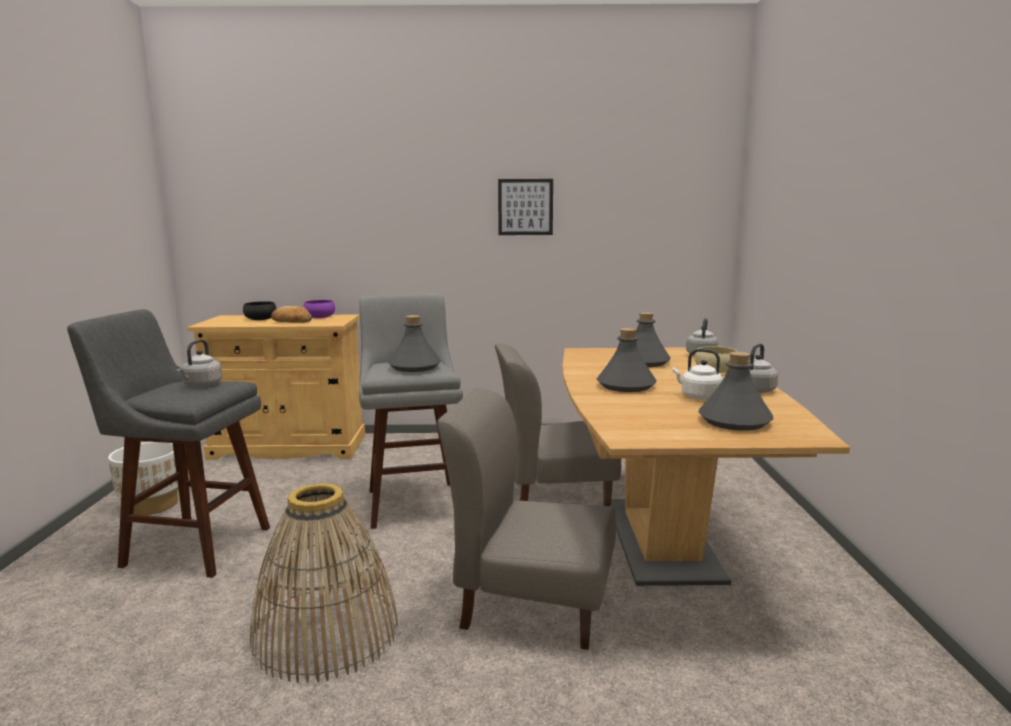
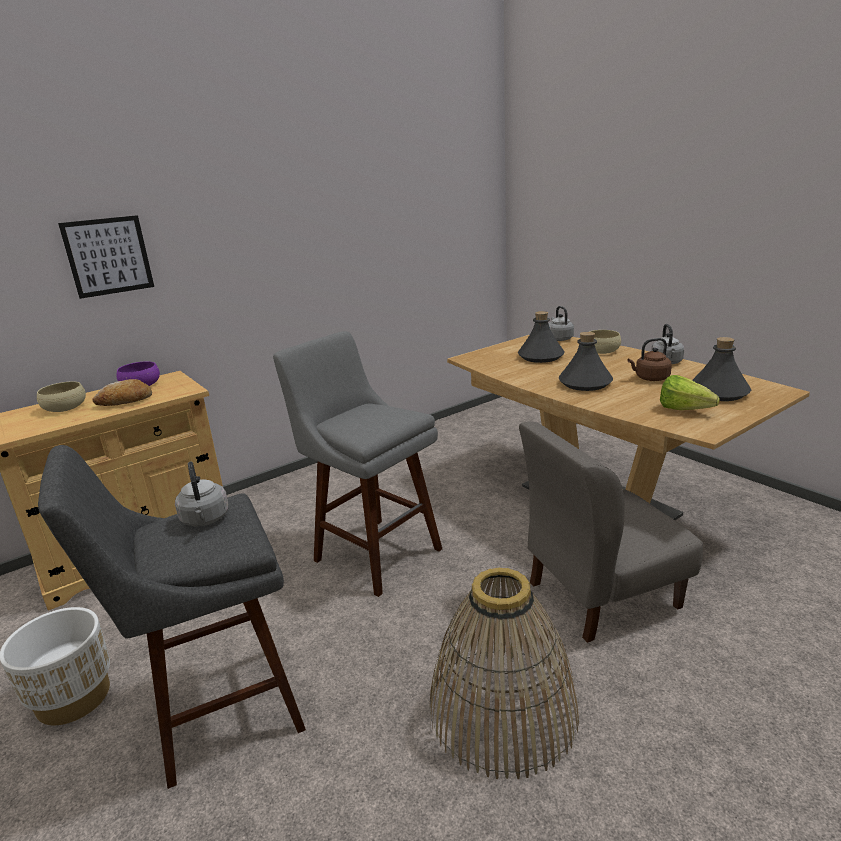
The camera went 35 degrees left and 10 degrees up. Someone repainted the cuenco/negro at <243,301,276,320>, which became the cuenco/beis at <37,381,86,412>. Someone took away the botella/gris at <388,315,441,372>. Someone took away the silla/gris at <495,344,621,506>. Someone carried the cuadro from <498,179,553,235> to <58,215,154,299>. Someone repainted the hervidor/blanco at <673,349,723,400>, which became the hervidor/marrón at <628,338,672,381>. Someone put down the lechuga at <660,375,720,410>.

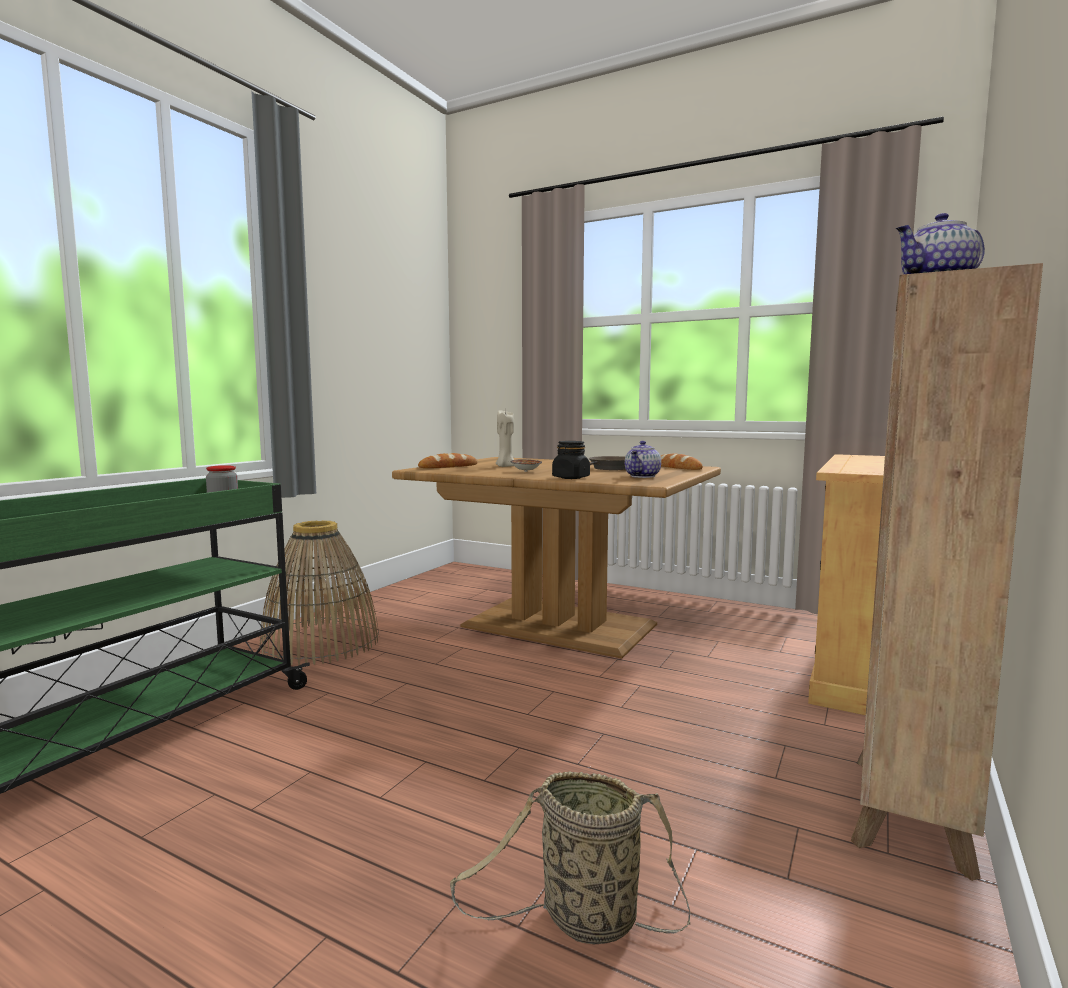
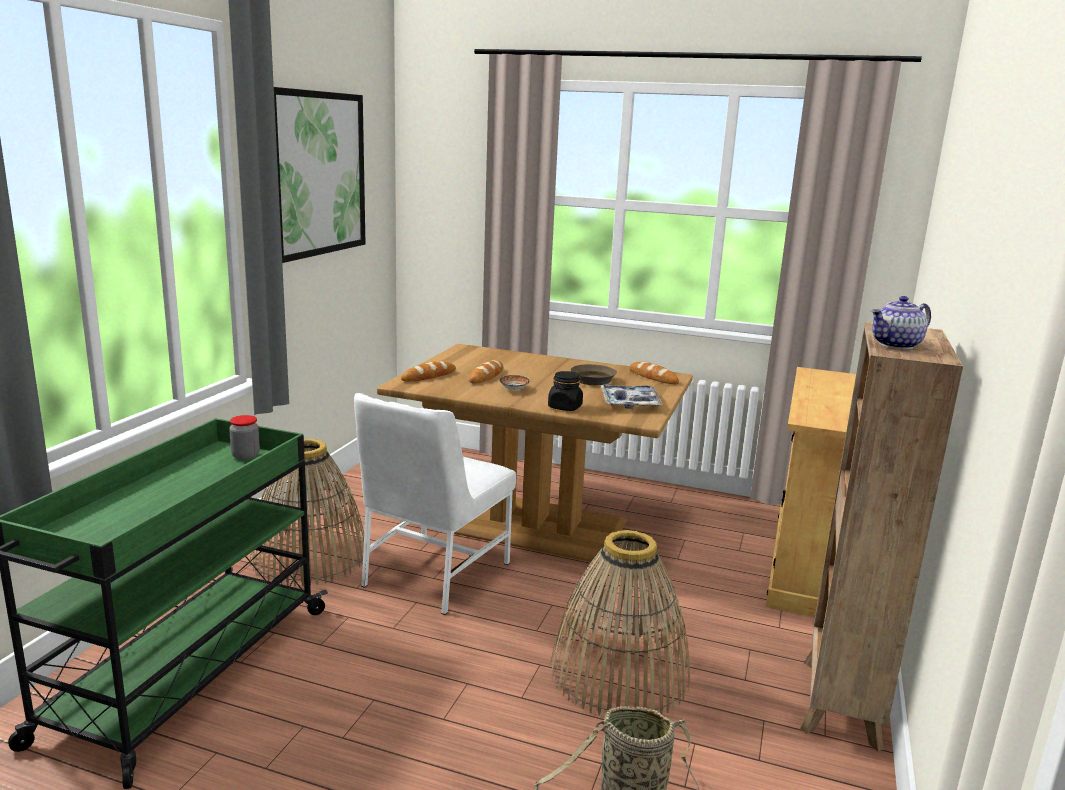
The camera went 10 degrees left and 10 degrees up. Someone swapped the vela/beis at <496,410,514,467> for the pan at <469,360,503,384>. Someone swapped the tetera at <625,441,661,478> for the bandeja at <601,385,663,409>. Someone put up the cuadro at <274,87,366,263>. Someone put down the silla/blanco at <354,393,516,615>. Someone put down the cesta at <550,530,690,715>.

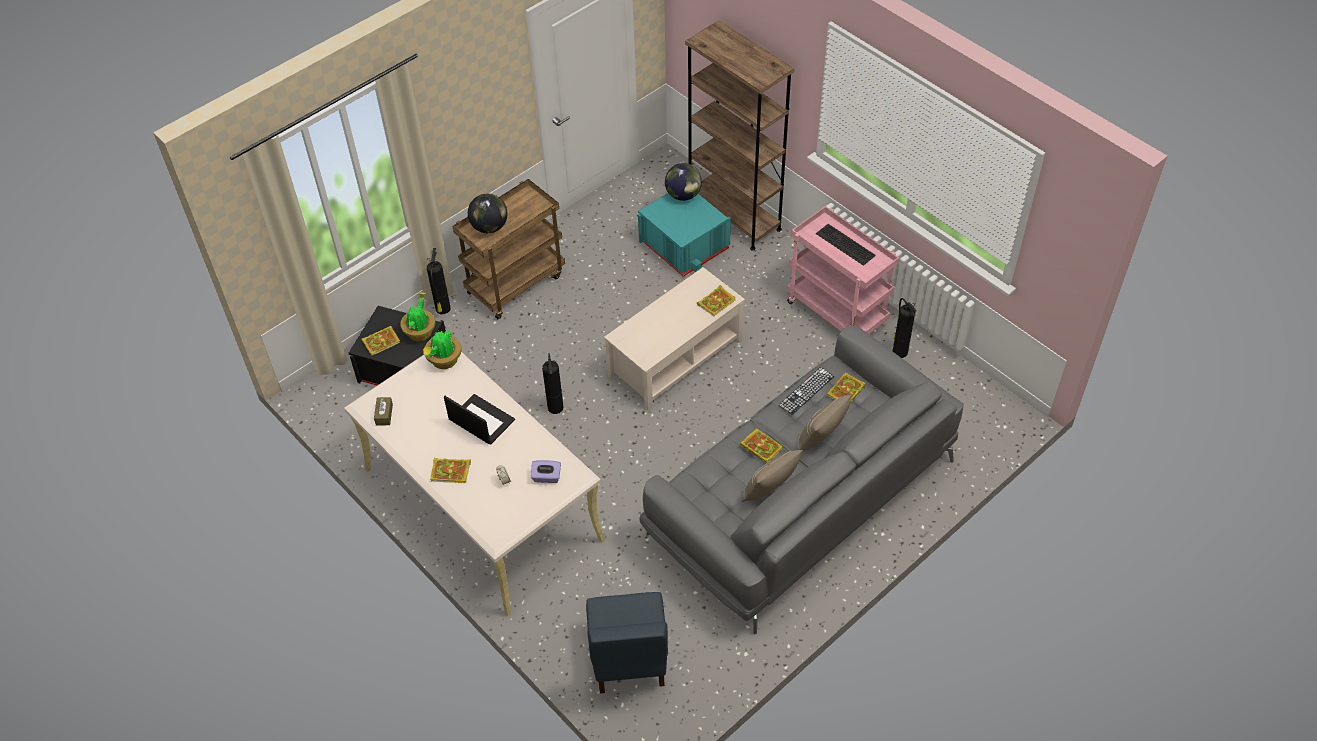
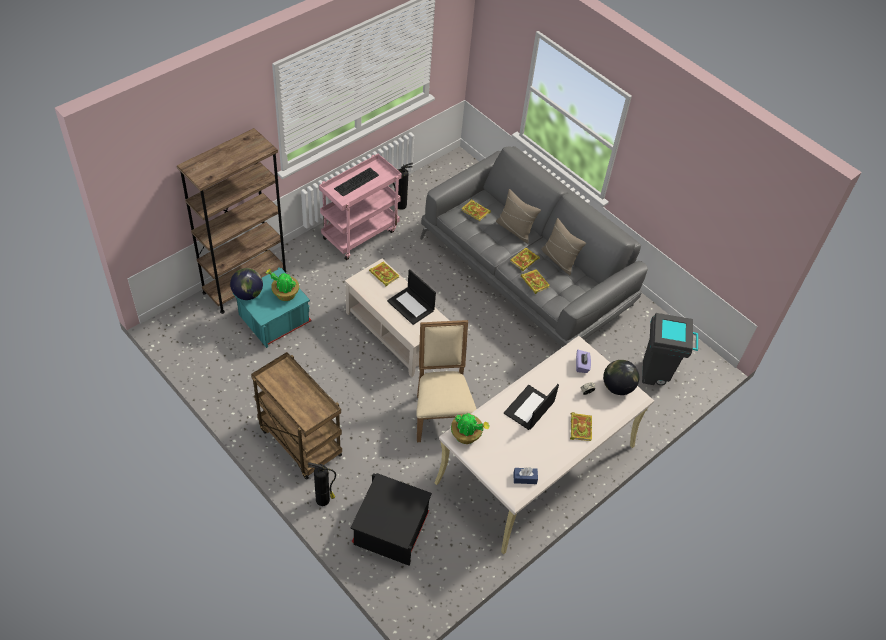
The camera went 95 degrees left and 0 degrees up. Someone carried the libro from <361,325,401,355> to <521,269,550,294>. Someone repainted the caja de pañuelos/marrón at <374,397,393,426>, which became the caja de pañuelos/azul at <513,467,538,484>. Someone carried the planta en maceta from <401,292,435,341> to <266,269,299,301>. Someone carried the globo terráqueo from <468,194,508,233> to <603,360,639,395>. Someone swapped the extintor at <542,353,564,414> for the silla/beis at <416,320,476,442>. Someone swapped the silla/azul at <586,592,668,694> for the papelera/gris at <642,313,698,385>. Someone took away the teclado at <779,367,834,415>. Someone put down the portátil at <387,269,436,325>.

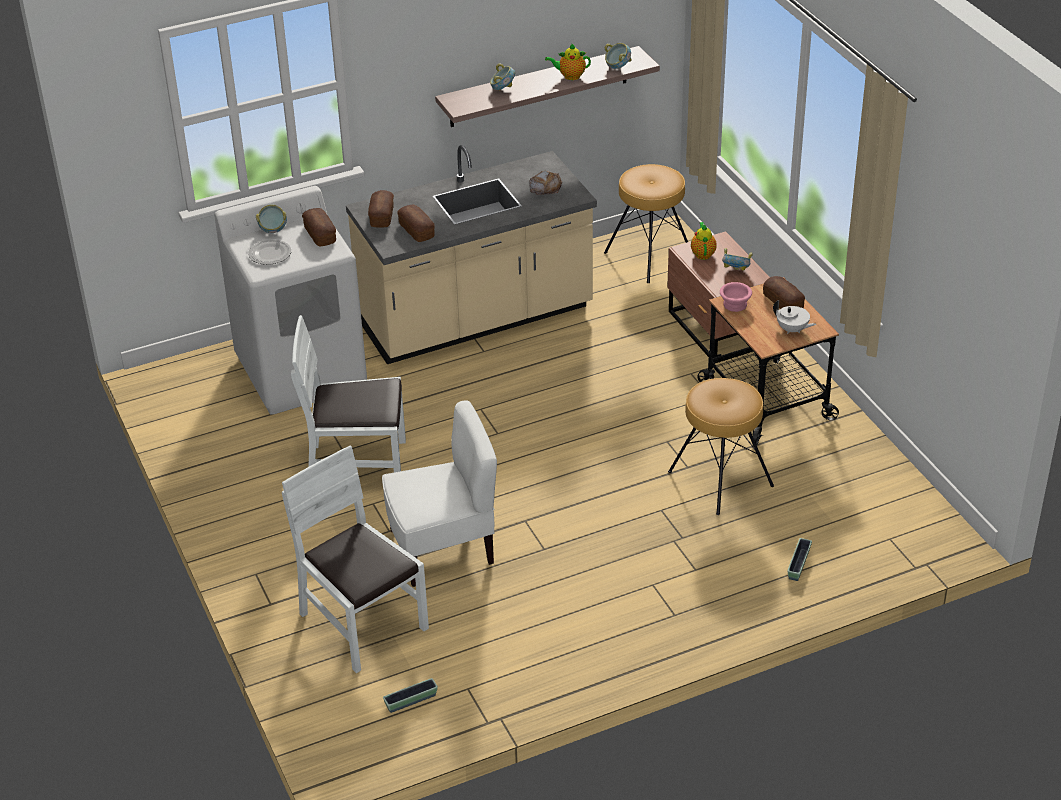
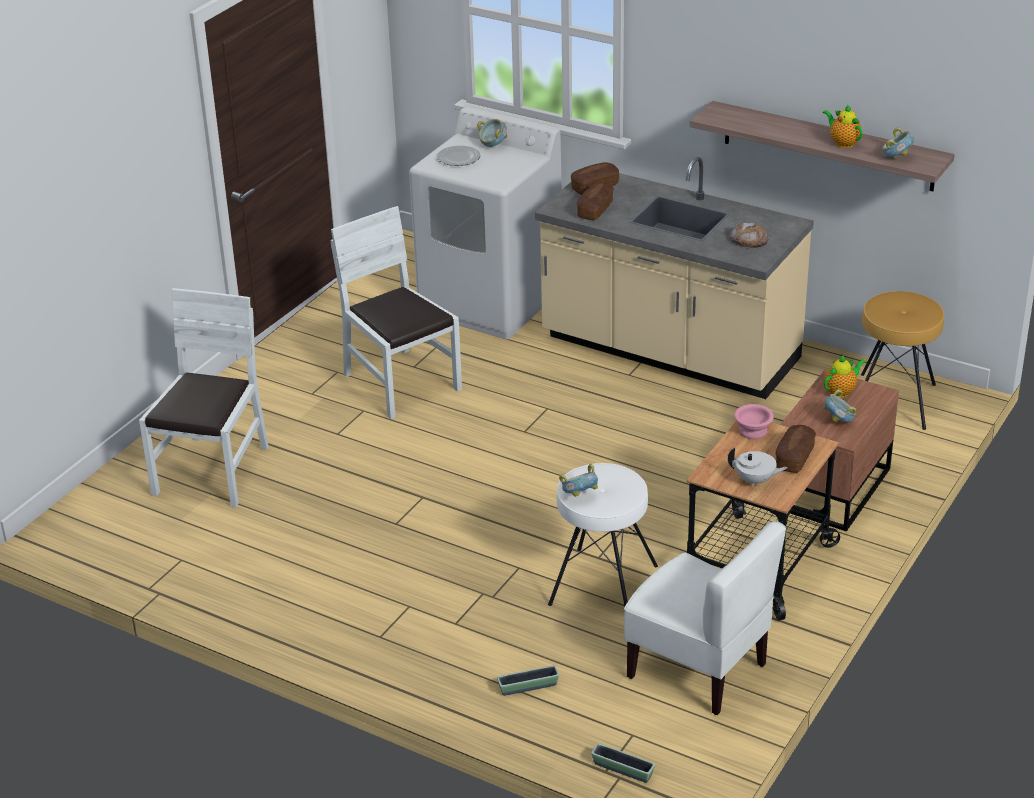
The camera went 55 degrees right and 5 degrees down. Someone took away the pan at <302,208,336,247>. Someone carried the silla/blanco from <382,400,497,587> to <624,521,786,715>. Someone carried the maceta from <383,678,438,713> to <591,743,655,783>. Someone carried the cuenco from <490,64,515,90> to <559,464,598,497>. Someone repainted the taburete/marrón at <668,378,774,515>, which became the taburete/blanco at <548,463,658,606>. Someone rotated the tetera/blanco at <773,300,816,334> by 75 degrees counterclockwise.

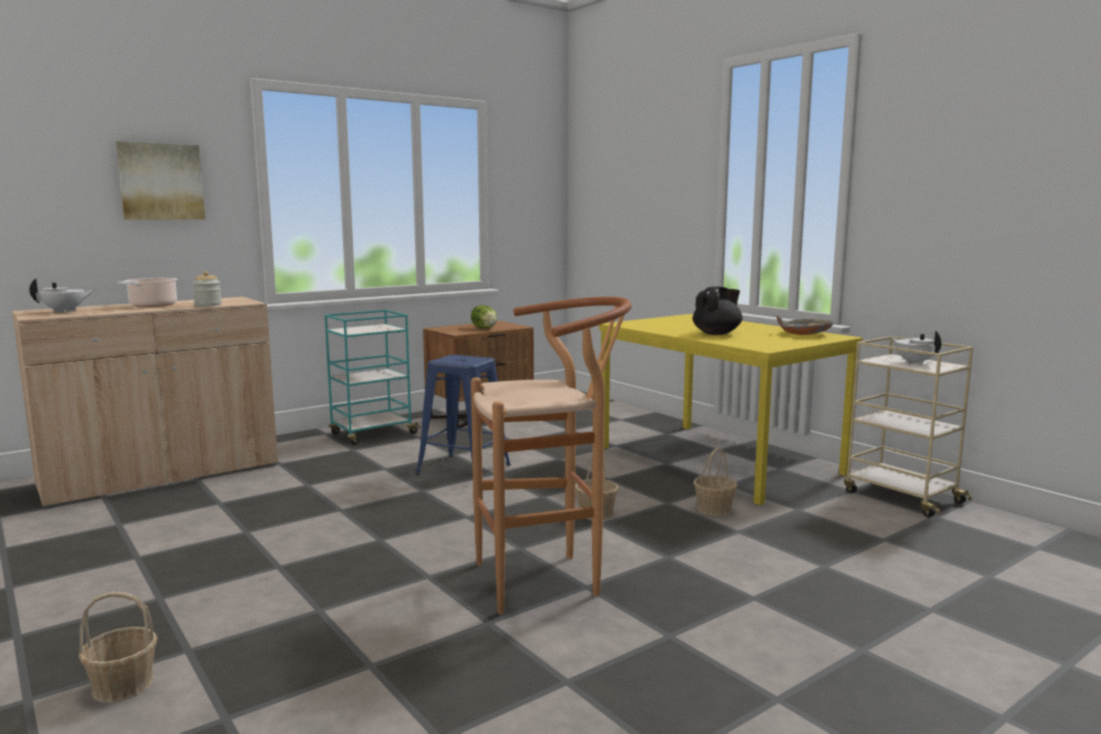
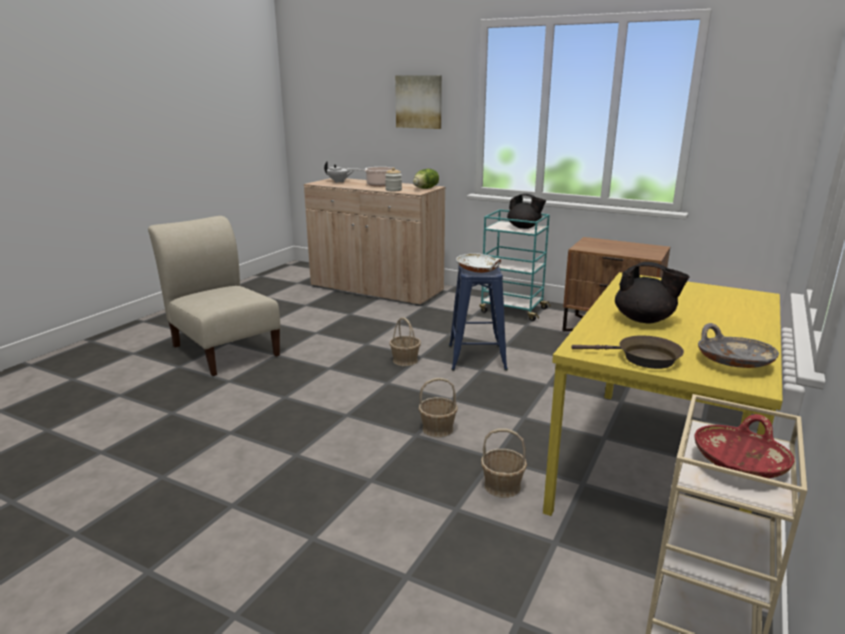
The camera went 65 degrees right and 10 degrees up. Someone carried the cesta from <79,592,158,702> to <390,317,421,366>. Someone took away the taburete/marrón at <471,297,632,614>. Someone carried the lechuga from <471,305,497,328> to <413,169,439,189>. Someone swapped the tetera/blanco at <892,331,941,365> for the cuenco/rojo at <694,414,795,479>. Someone put down the silla/beis at <148,216,281,376>. Someone put down the cuenco/blanco at <456,253,501,273>. Someone put down the tetera/negro at <507,194,546,229>. Someone put down the sartén/marrón at <572,335,684,369>.

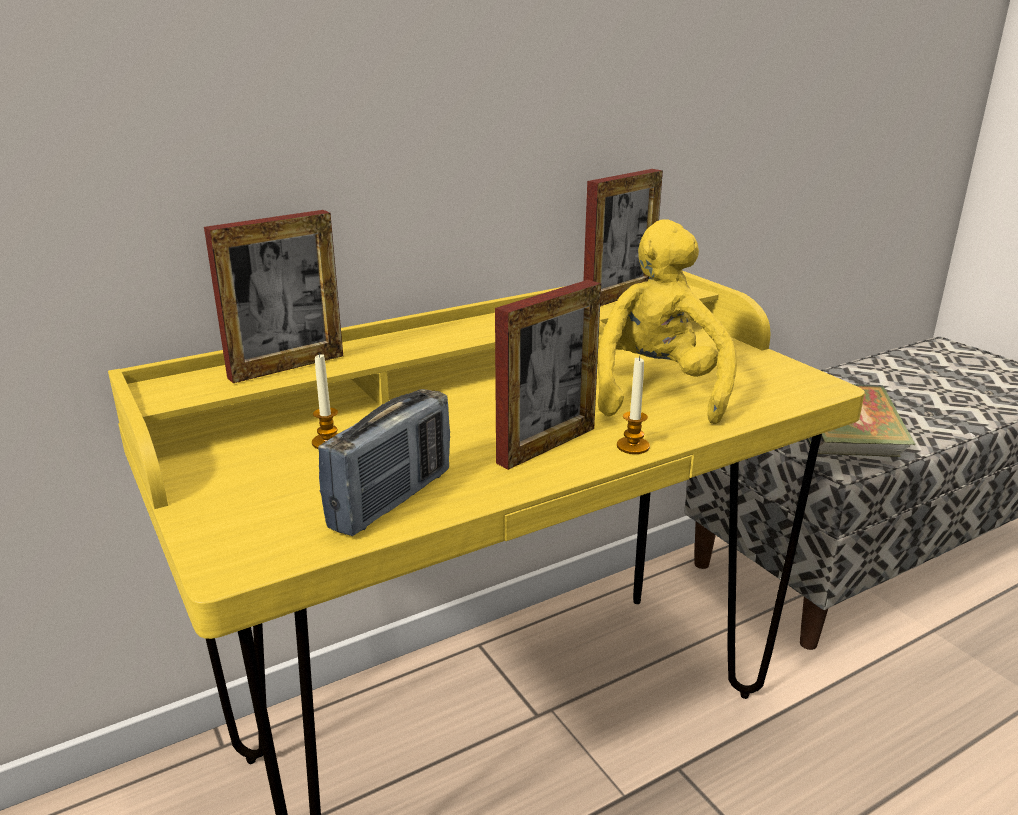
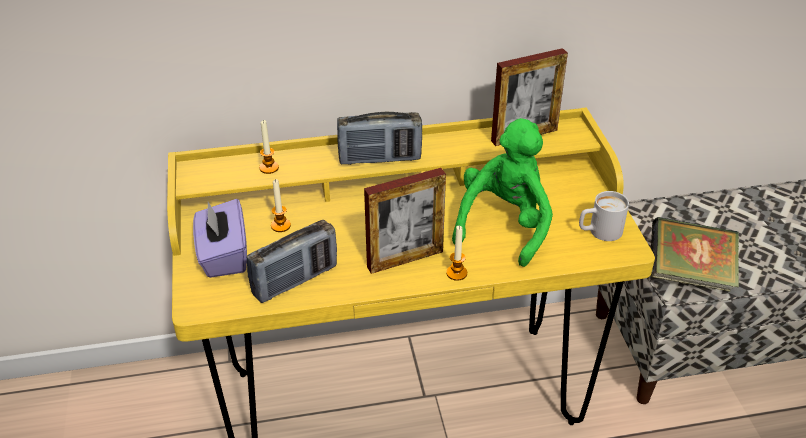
The camera went 20 degrees right and 15 degrees up. Someone swapped the portarretratos at <204,210,343,383> for the vela at <259,120,279,174>. Someone repainted the peluche/amarillo at <597,219,737,424>, which became the peluche/verde at <452,118,553,267>. Someone put down the caja de pañuelos/morado at <193,199,247,278>. Someone put down the radio at <337,111,422,165>. Someone put down the taza grande/blanco at <579,191,629,241>.

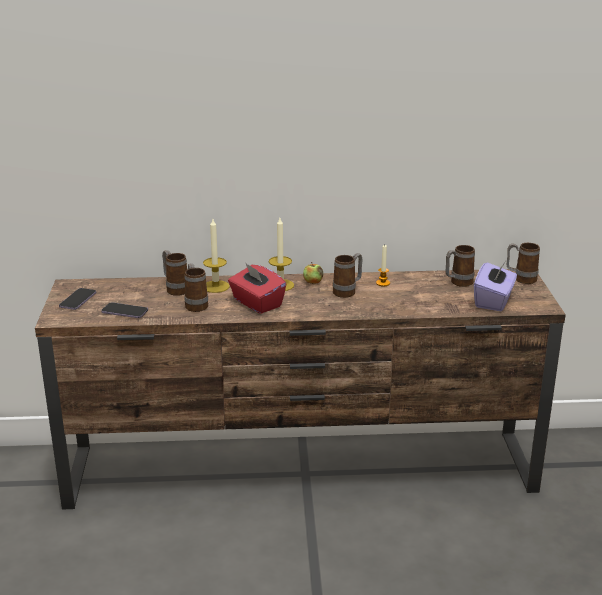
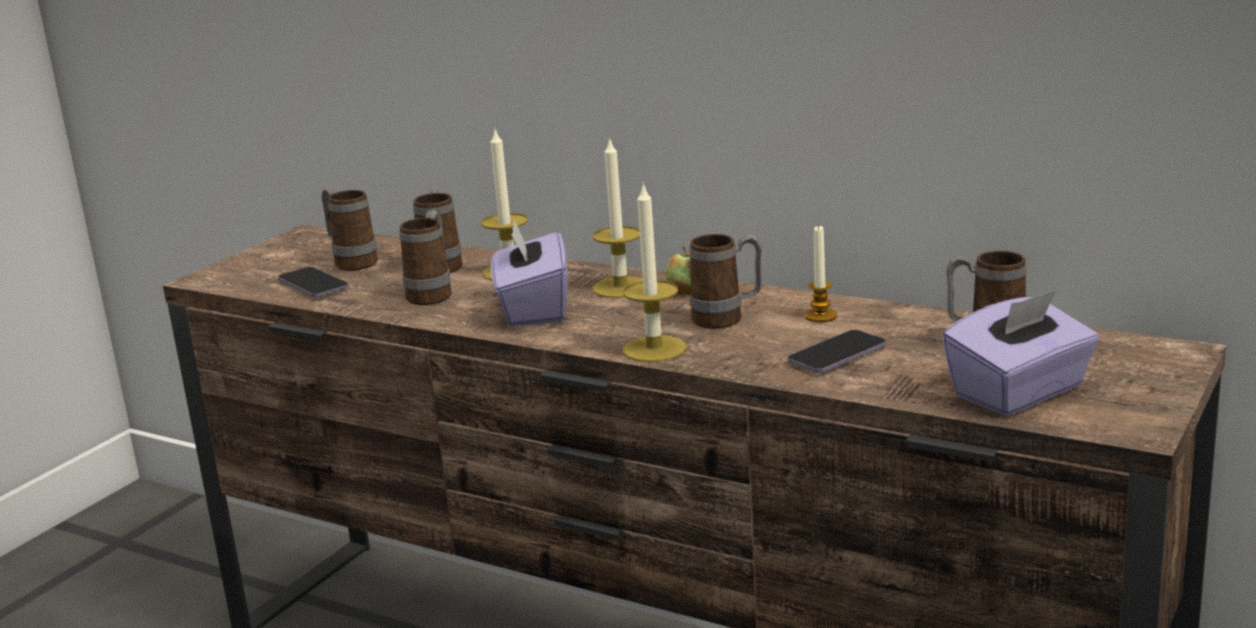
The camera went 35 degrees right and 5 degrees down. Someone carried the móvil from <59,288,96,310> to <788,330,886,373>. Someone repainted the caja de pañuelos/rojo at <228,262,286,314>, which became the caja de pañuelos/morado at <491,220,568,327>. Someone carried the taza grande from <507,243,540,284> to <322,188,378,271>. Someone put down the vela at <623,182,686,362>.

